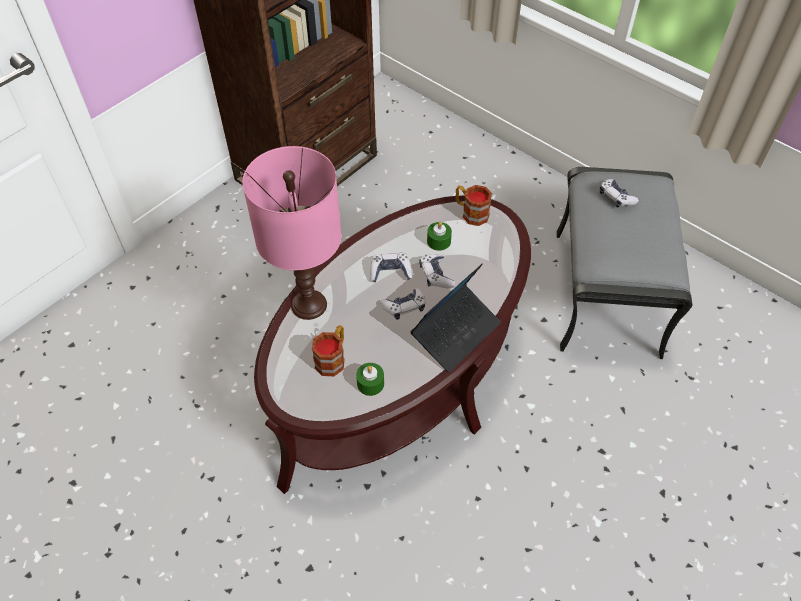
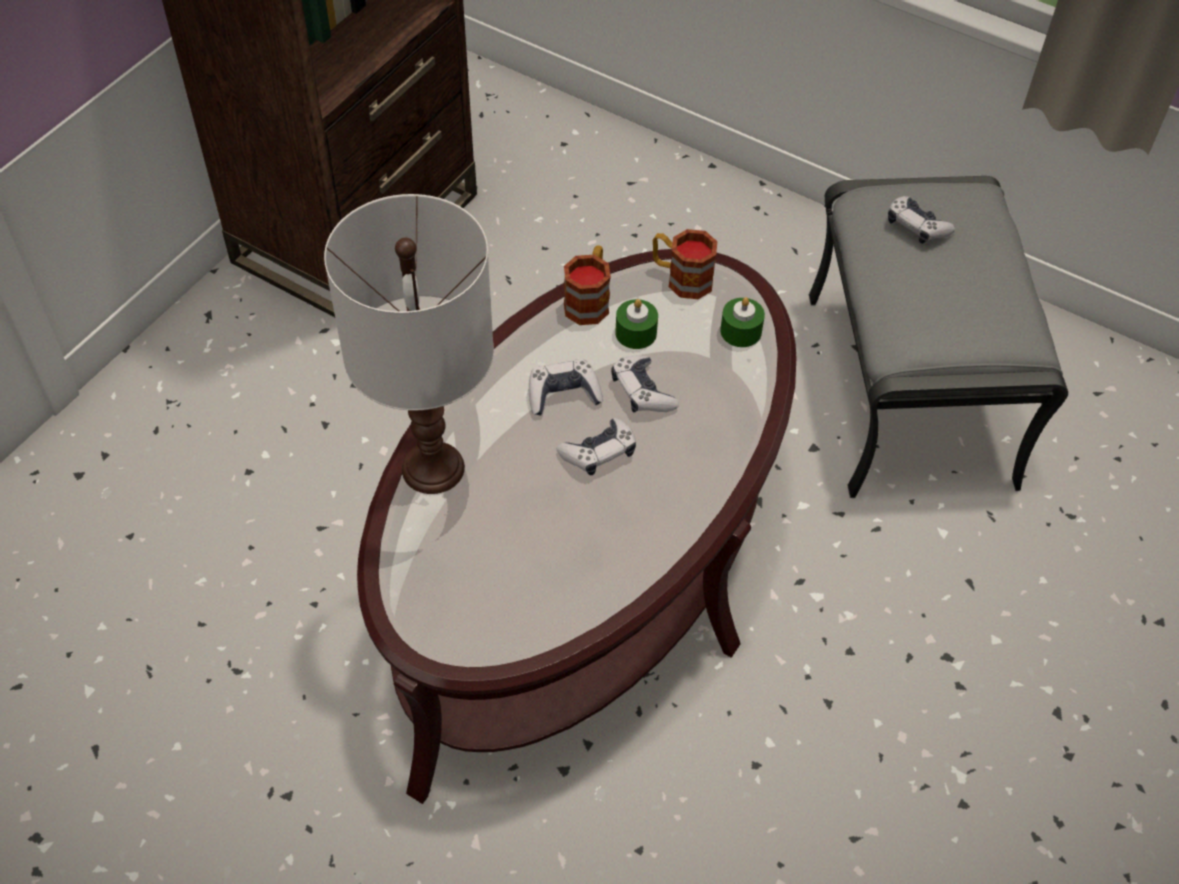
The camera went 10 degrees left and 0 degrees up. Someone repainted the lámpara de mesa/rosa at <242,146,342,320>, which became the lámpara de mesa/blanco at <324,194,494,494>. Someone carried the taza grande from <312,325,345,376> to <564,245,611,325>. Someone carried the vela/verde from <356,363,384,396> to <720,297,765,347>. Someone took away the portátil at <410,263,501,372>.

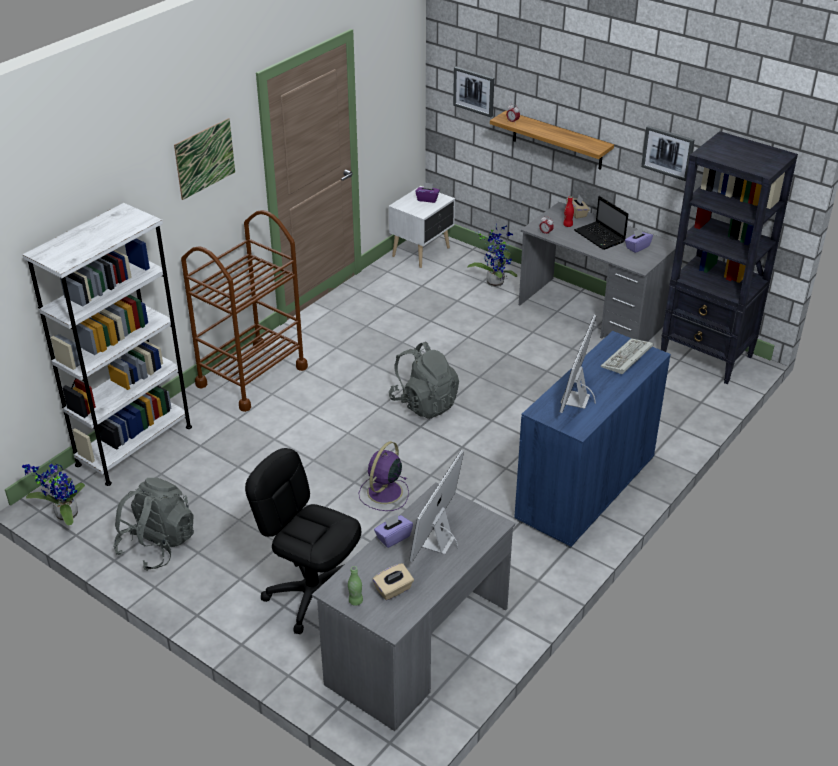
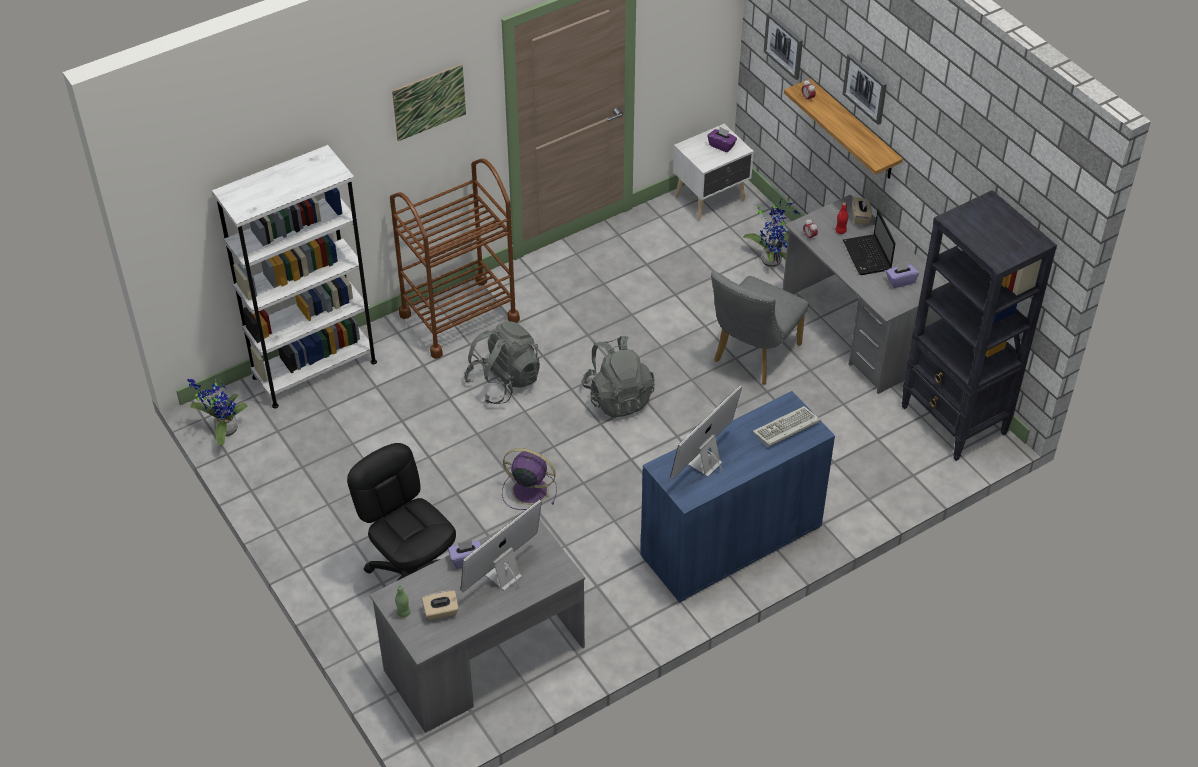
The camera went 20 degrees right and 10 degrees up. Someone carried the mochila/gris from <113,478,194,571> to <464,321,540,404>. Someone rotated the ventilador/morado at <359,441,409,511> by 60 degrees clockwise. Someone carried the cuadro from <641,126,694,181> to <843,53,887,125>. Someone put down the silla/gris at <711,271,808,384>.

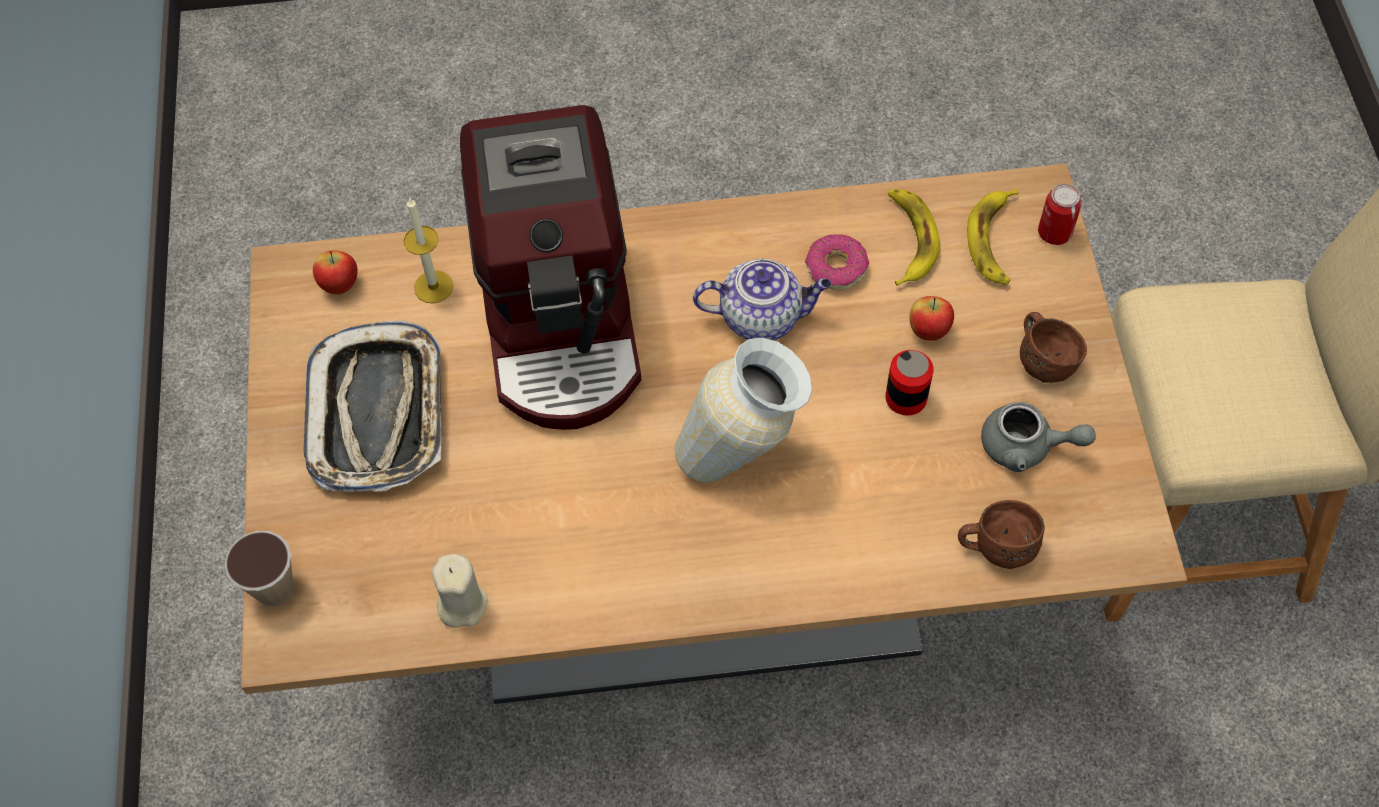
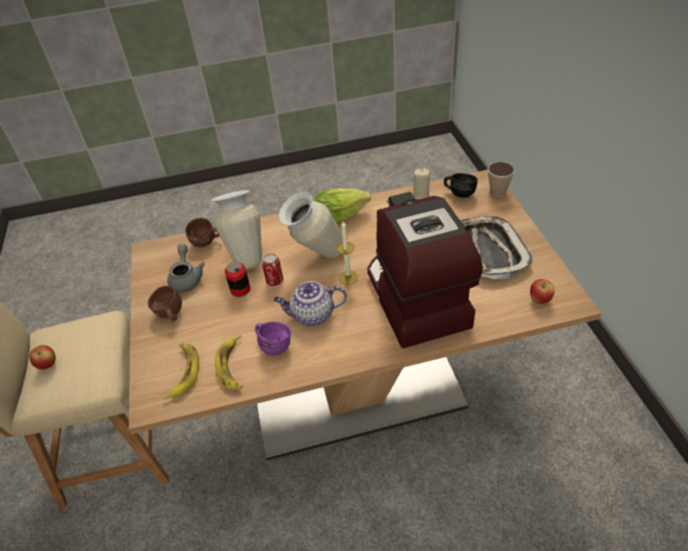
The camera went 175 degrees right and 15 degrees down. Someone carried the vela from <404,197,453,303> to <337,221,358,285>. Someone swapped the rosquilla at <805,234,869,291> for the taza grande/morado at <255,322,291,356>. Someone carried the manzana from <909,296,954,341> to <30,345,56,369>. Someone rotated the tetera/gris at <981,402,1096,472> by 75 degrees clockwise. Someone carried the lata from <1038,184,1082,245> to <262,253,283,286>. Someone put down the florero at <211,190,262,269>. Someone put down the lechuga at <314,189,371,224>. Someone put down the taza grande/negro at <444,173,478,198>.

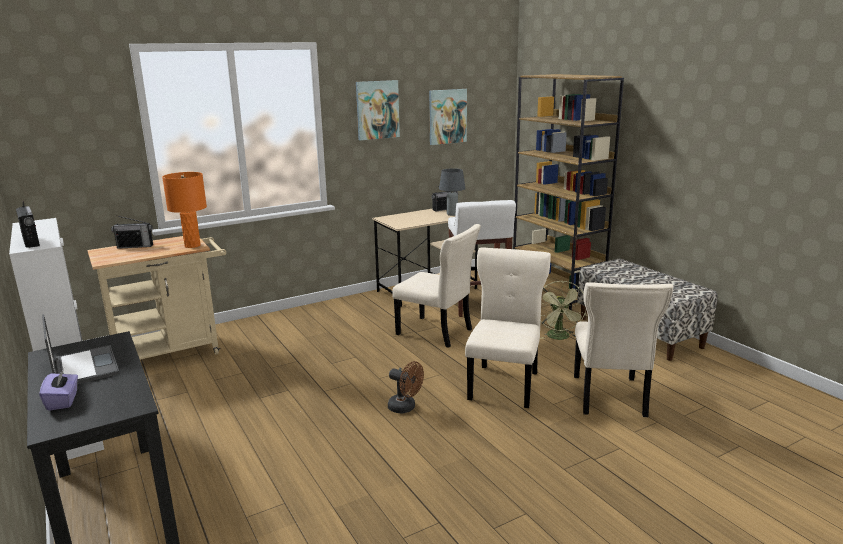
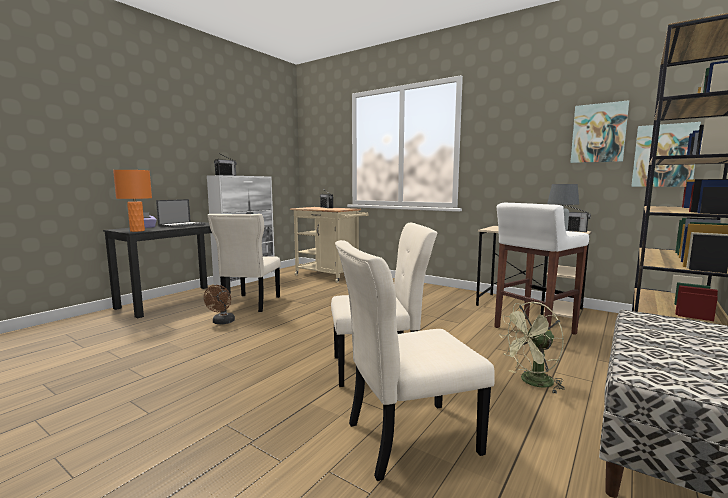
The camera went 65 degrees right and 10 degrees down. Someone carried the lámpara de mesa/naranja from <162,172,207,248> to <113,170,152,232>. Someone carried the cuadro from <356,80,400,141> to <631,122,701,187>. Someone carried the ventilador/marrón from <388,361,424,414> to <204,285,235,324>. Someone carried the silla/beis from <392,224,481,348> to <207,214,281,312>.

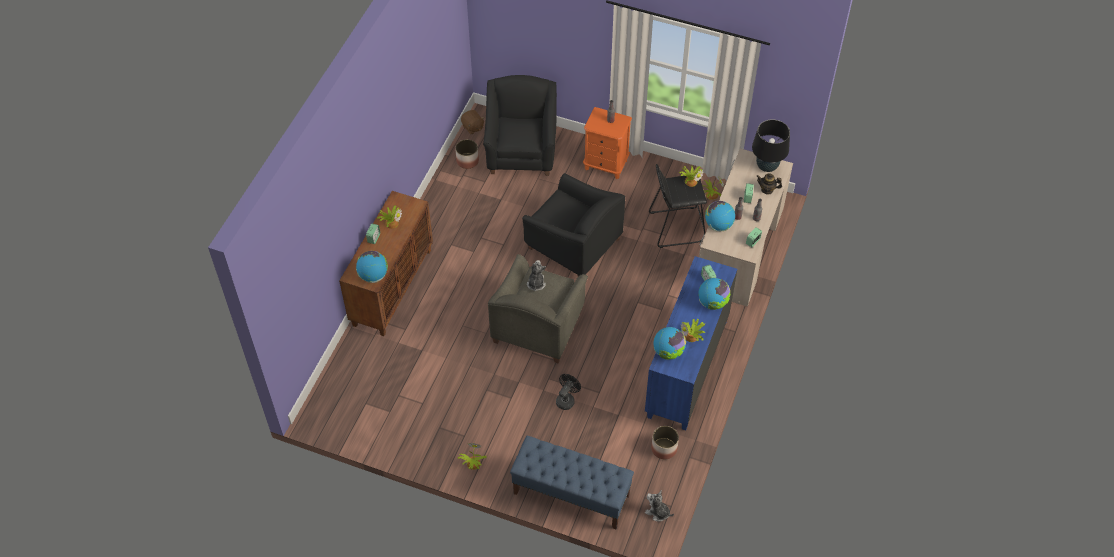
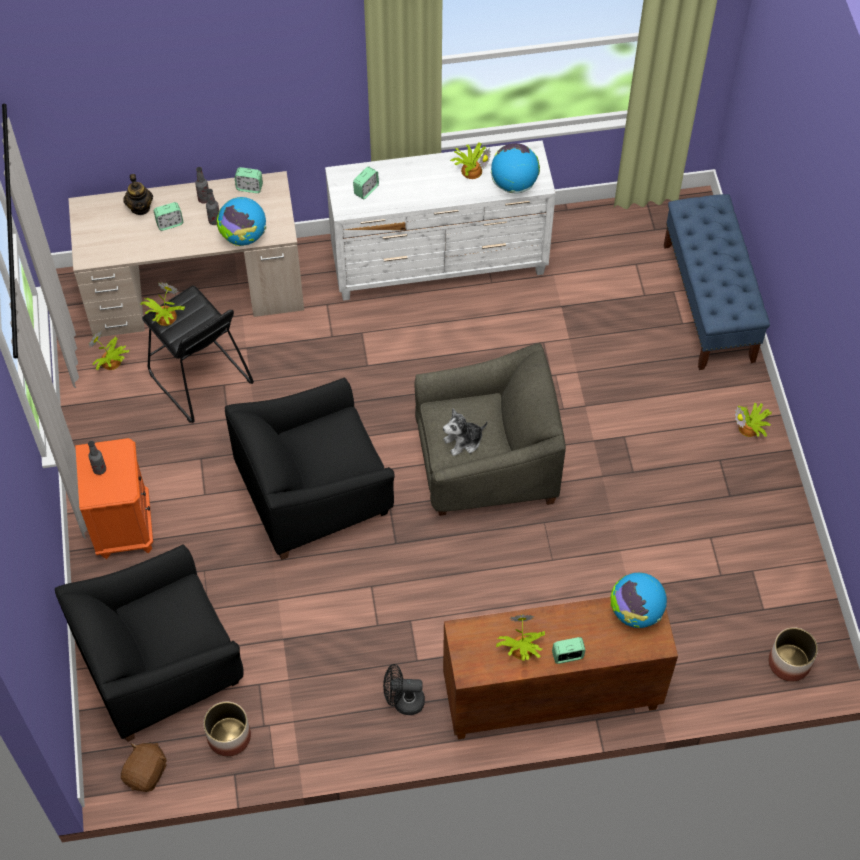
The camera went 120 degrees left and 5 degrees up. Someone rotated the sillón/negro at <522,173,625,276> by 120 degrees counterclockwise. Someone carried the ventilador/negro from <556,374,581,410> to <383,664,425,715>. Someone repainted the cómoda/azul at <645,256,737,430>, which became the cómoda/blanco at <325,140,556,301>. Someone took away the peluche at <645,490,674,522>. Someone carried the maceta from <651,426,679,459> to <769,628,818,681>. Someone took away the globo terráqueo at <698,278,730,310>. Someone took away the lámpara de mesa/negro at <752,119,790,172>.

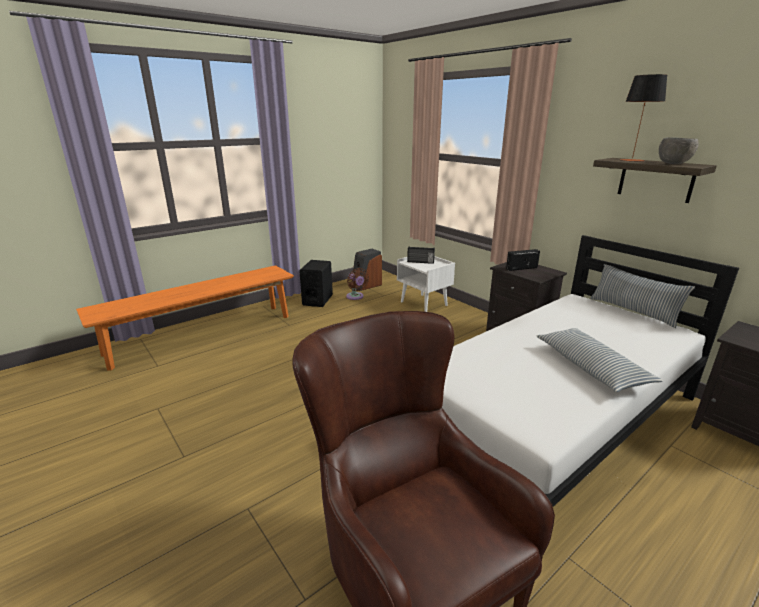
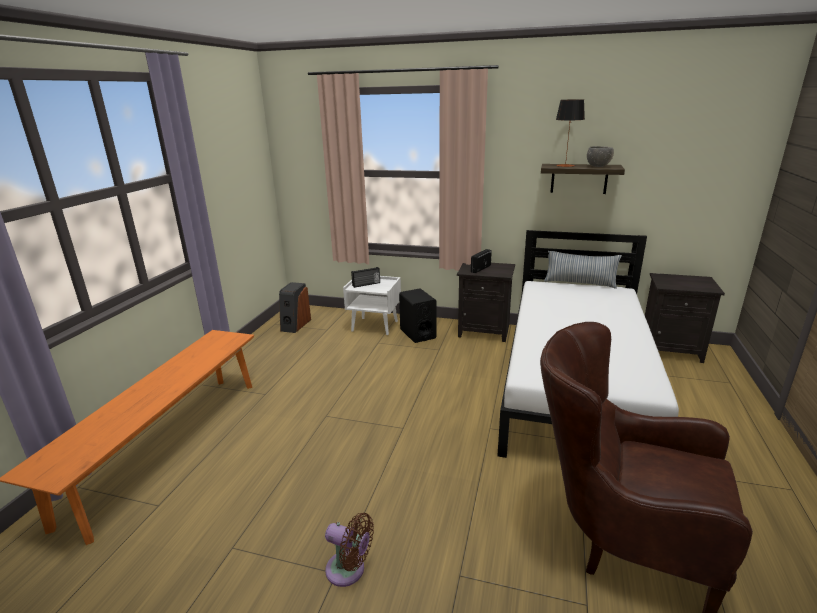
The camera went 35 degrees left and 0 degrees up. Someone carried the altavoz/negro from <299,260,333,307> to <399,289,437,343>. Someone carried the ventilador/marrón from <346,268,369,300> to <325,513,374,587>. Someone took away the cojín at <537,328,663,392>.

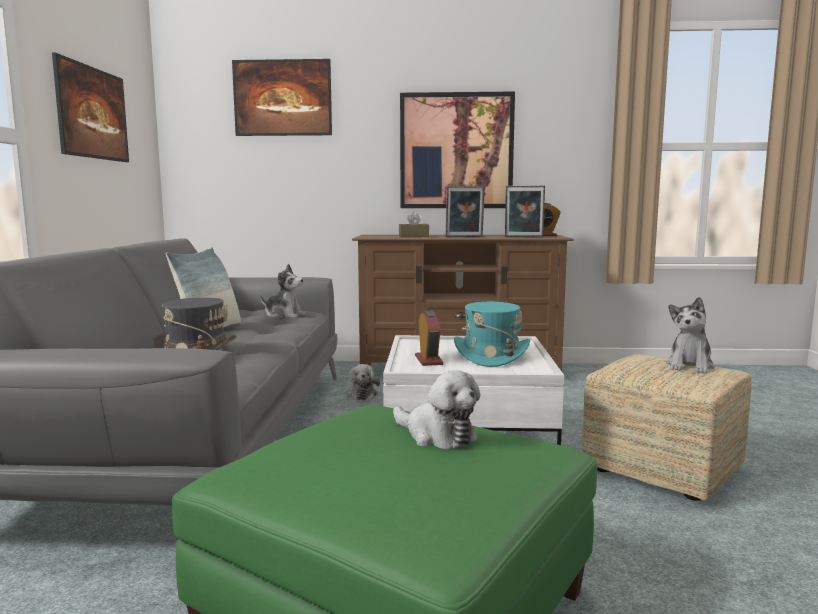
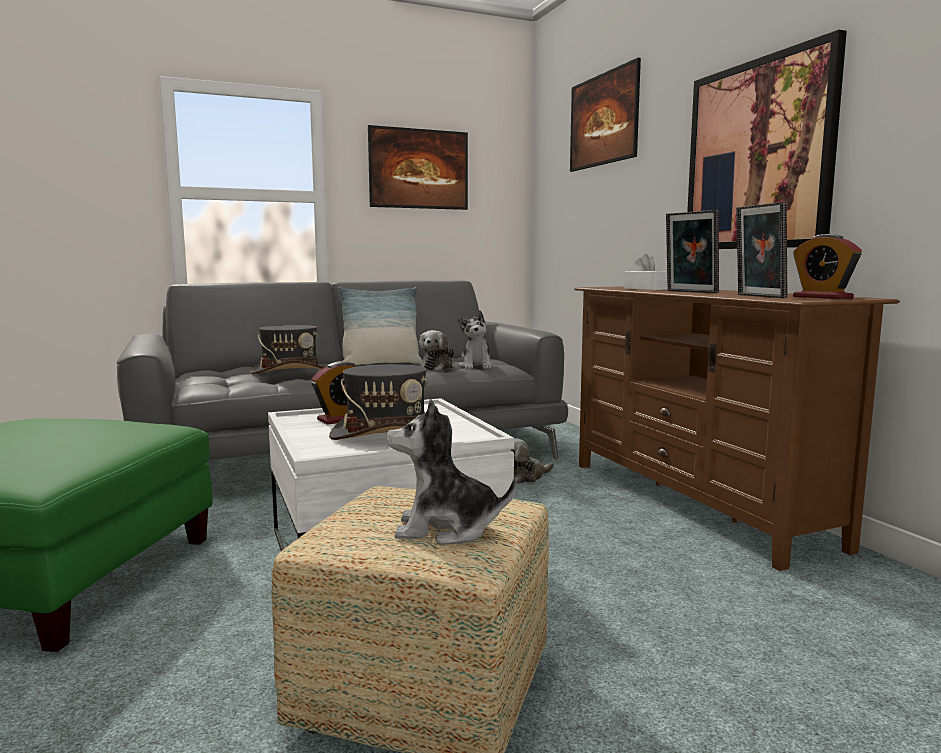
The camera went 65 degrees right and 0 degrees up. Someone carried the peluche from <393,370,480,449> to <419,330,454,371>. Someone repainted the caja de pañuelos/marrón at <399,212,429,237>, which became the caja de pañuelos/blanco at <624,254,667,290>. Someone repainted the sombrero/turquesa at <454,302,530,367>, which became the sombrero/gris at <329,364,428,440>.

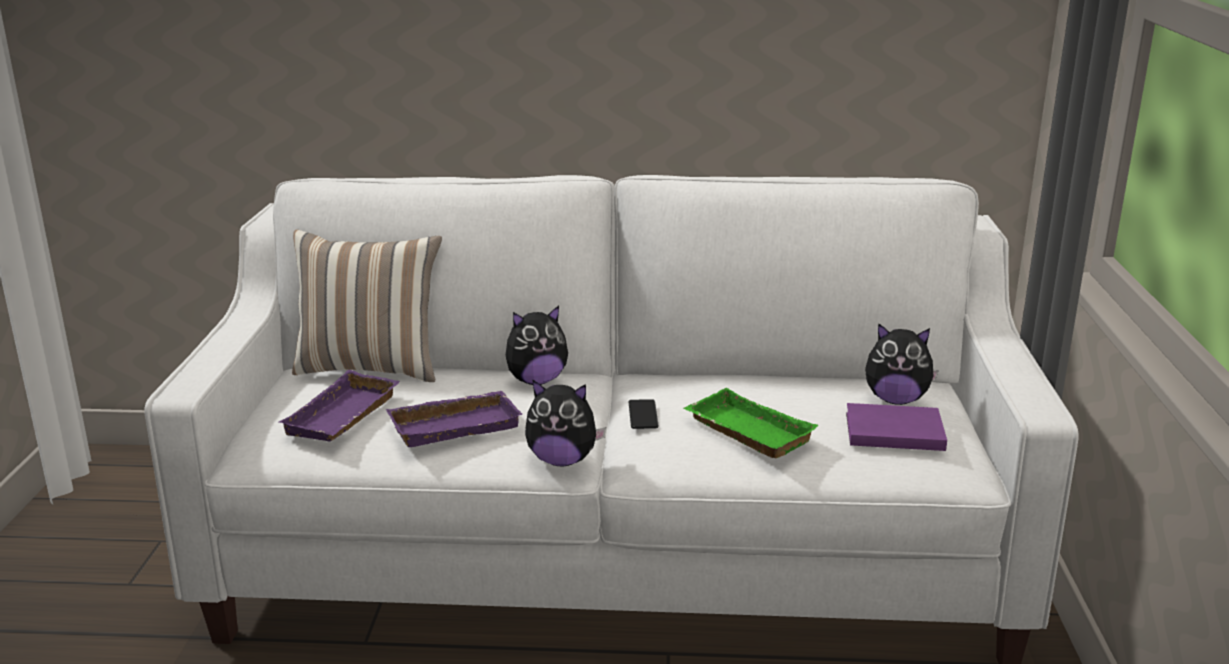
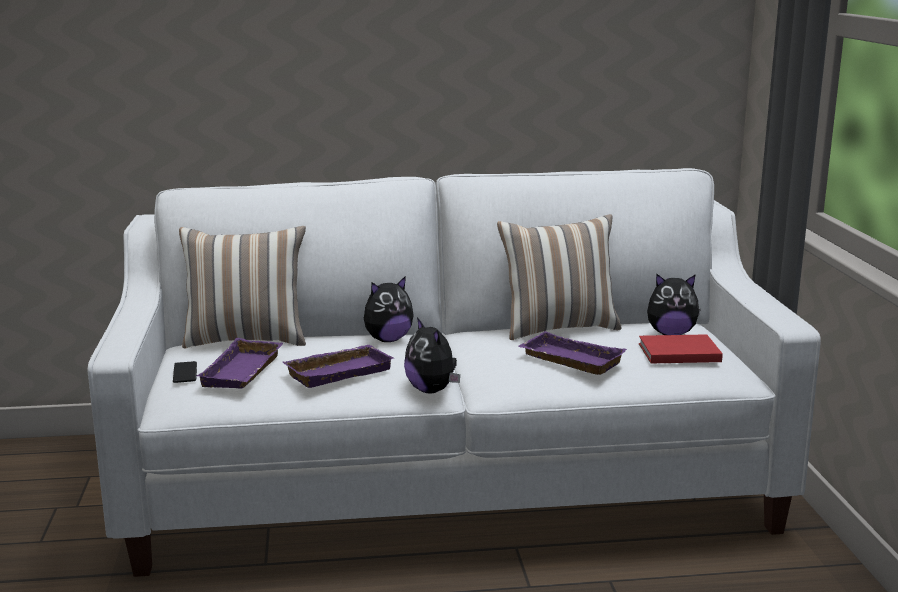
The camera went 10 degrees left and 5 degrees down. Someone rotated the peluche at <525,379,606,466> by 60 degrees clockwise. Someone carried the móvil from <629,399,659,429> to <173,361,197,383>. Someone repainted the bandeja/verde at <684,388,819,458>, which became the bandeja/morado at <518,331,627,375>. Someone repainted the libro/morado at <846,403,947,451>, which became the libro/rojo at <639,334,723,363>. Someone put down the cojín at <497,214,622,340>.

